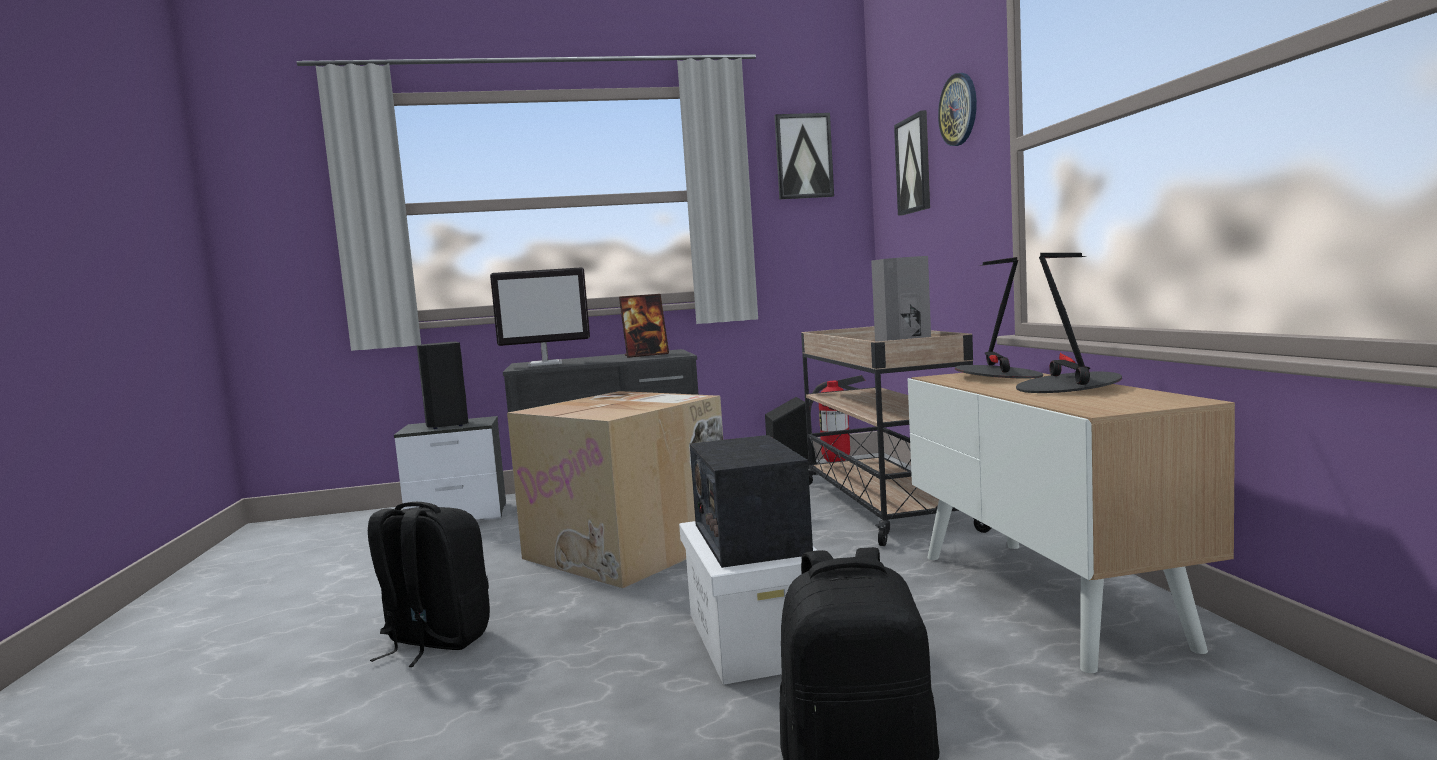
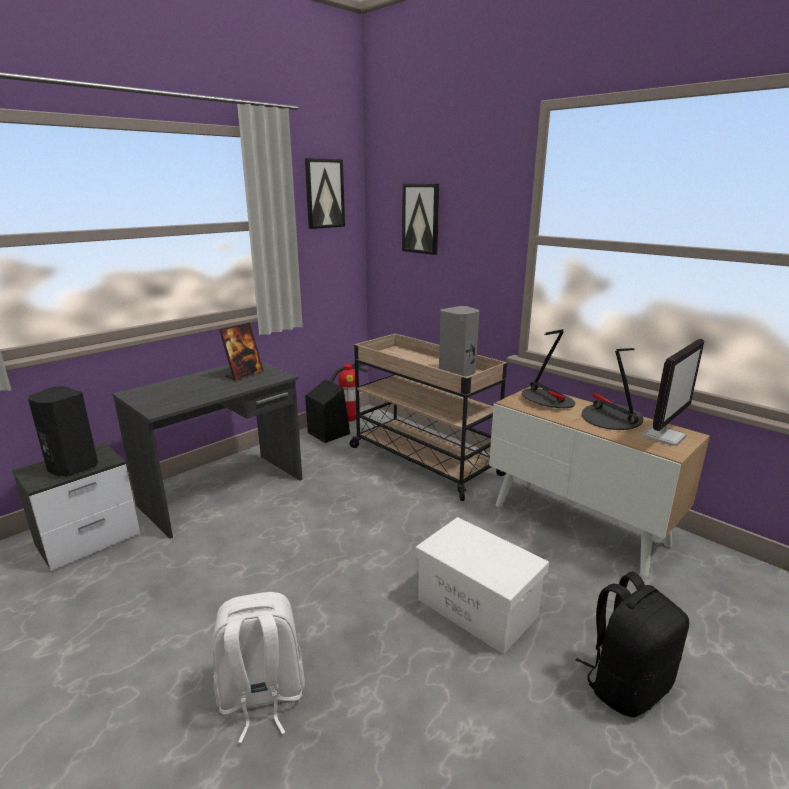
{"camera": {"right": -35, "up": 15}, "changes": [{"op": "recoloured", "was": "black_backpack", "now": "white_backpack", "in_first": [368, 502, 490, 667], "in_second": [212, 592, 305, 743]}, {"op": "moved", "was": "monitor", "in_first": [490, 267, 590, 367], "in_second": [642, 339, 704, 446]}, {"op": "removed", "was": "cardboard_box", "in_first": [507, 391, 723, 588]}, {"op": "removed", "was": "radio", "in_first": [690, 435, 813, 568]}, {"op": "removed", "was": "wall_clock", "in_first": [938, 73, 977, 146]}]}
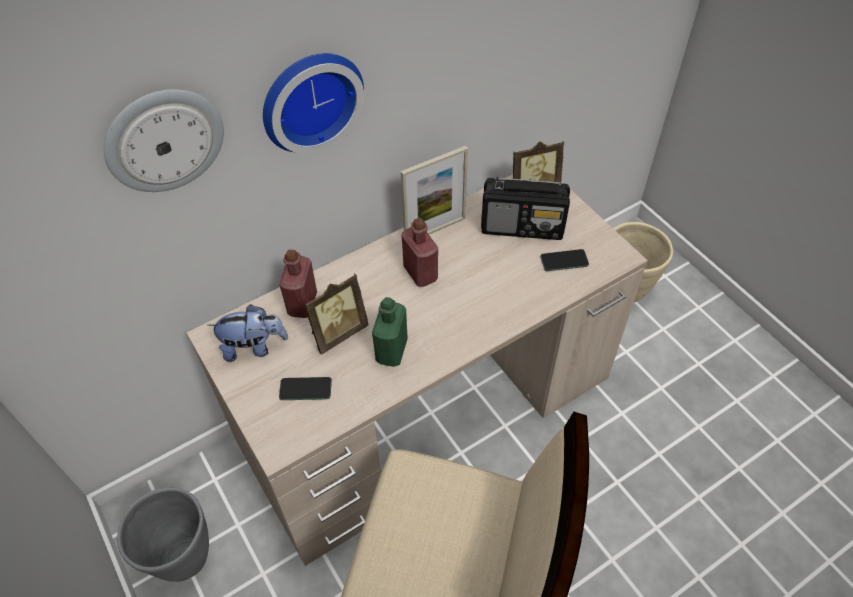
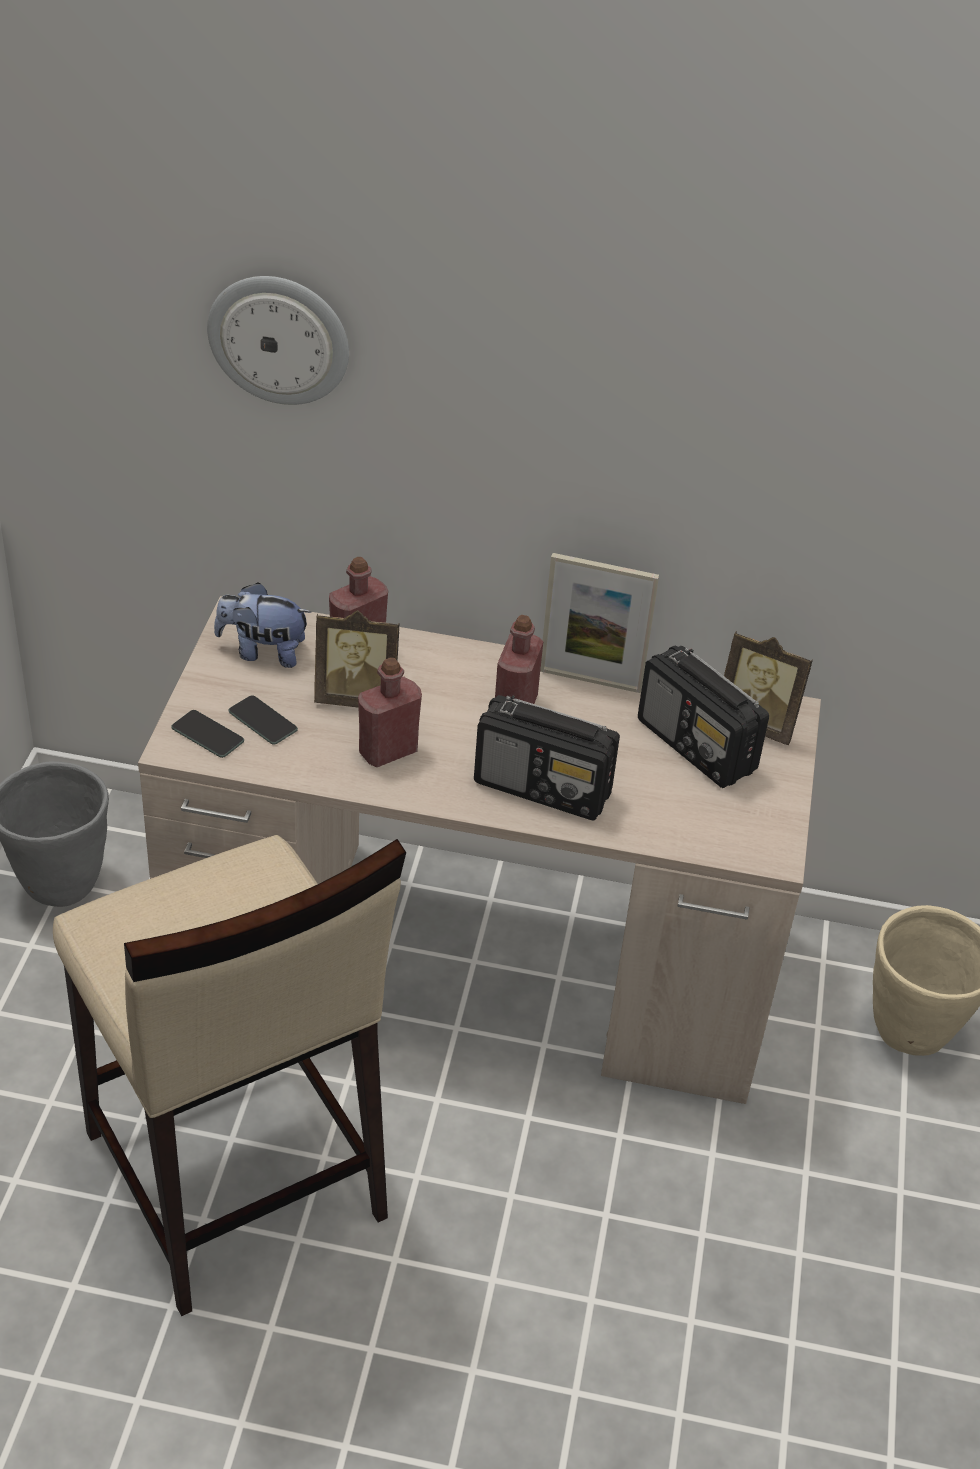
{"camera": {"right": 40, "up": -10}, "changes": [{"op": "moved", "was": "phone", "in_first": [540, 249, 589, 271], "in_second": [171, 710, 244, 758]}, {"op": "turned", "was": "plush_toy", "in_first": [208, 304, 288, 362], "in_second": [214, 582, 311, 668], "clockwise": 150}, {"op": "recoloured", "was": "green_bottle", "now": "red_bottle", "in_first": [372, 297, 408, 367], "in_second": [358, 658, 422, 767]}, {"op": "added", "now": "radio", "in_second": [474, 695, 620, 821]}, {"op": "removed", "was": "wall_clock", "in_first": [263, 53, 364, 154]}]}
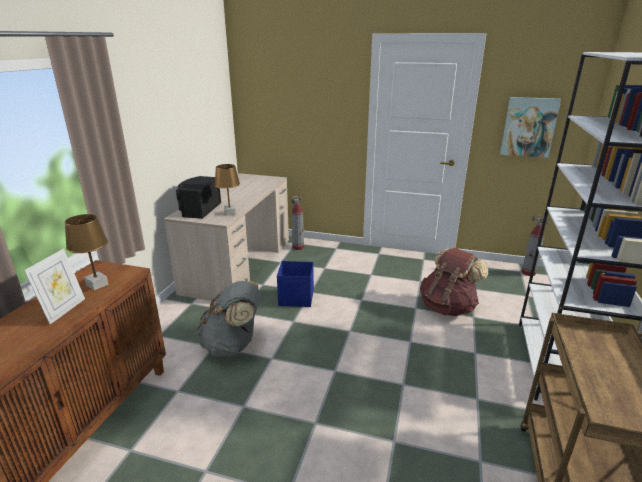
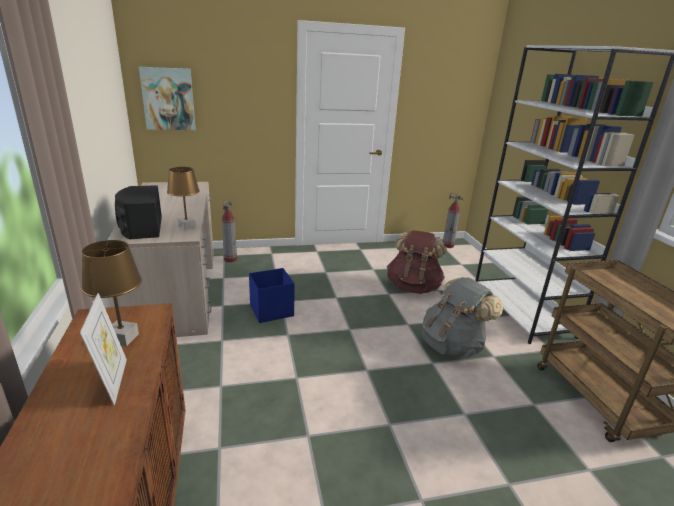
{"camera": {"right": -30, "up": 0}, "changes": [{"op": "moved", "was": "picture", "in_first": [500, 97, 561, 158], "in_second": [139, 67, 196, 130]}, {"op": "moved", "was": "grey_backpack", "in_first": [197, 281, 260, 356], "in_second": [422, 277, 503, 357]}]}
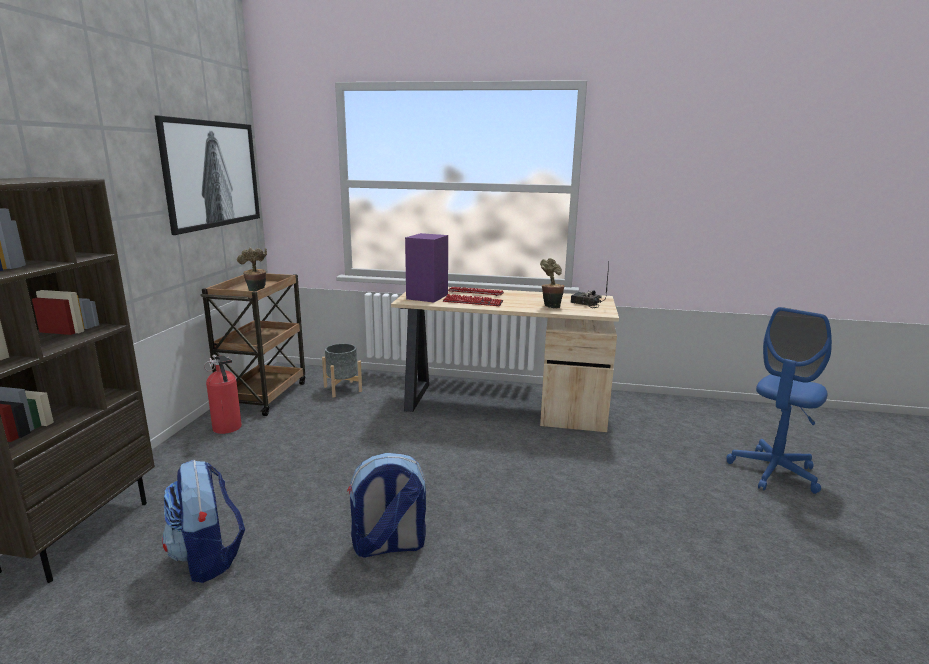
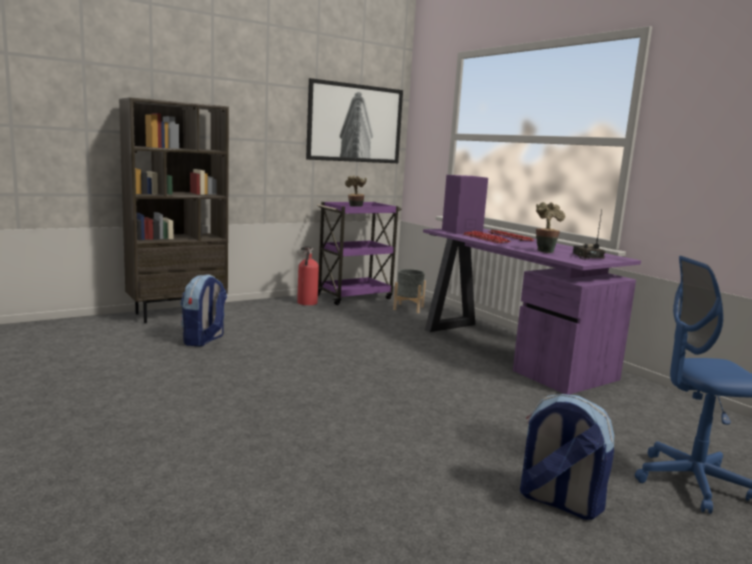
{"camera": {"right": 45, "up": -5}, "changes": [{"op": "recoloured", "was": "brown_cart", "now": "purple_cart", "in_first": [200, 273, 305, 416], "in_second": [317, 202, 401, 305]}, {"op": "recoloured", "was": "beige_desk", "now": "purple_desk", "in_first": [391, 287, 619, 432], "in_second": [423, 229, 641, 395]}, {"op": "moved", "was": "backpack", "in_first": [347, 453, 426, 558], "in_second": [520, 394, 614, 520]}]}
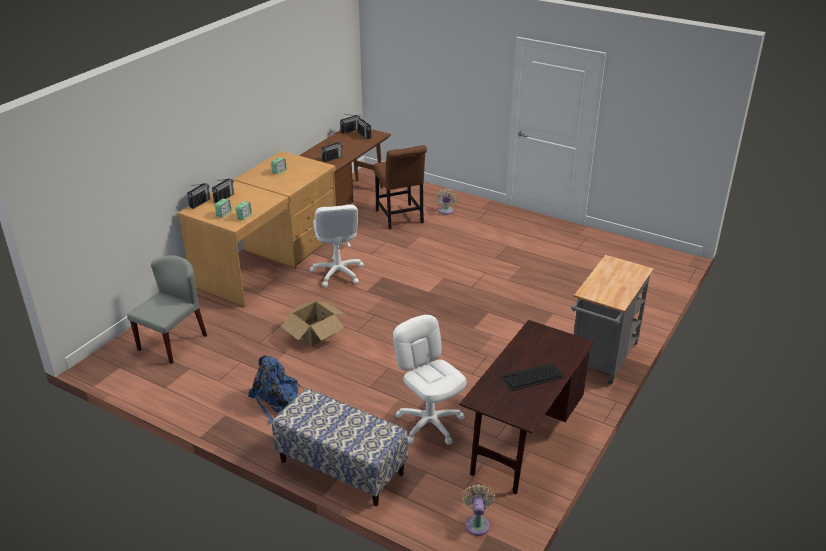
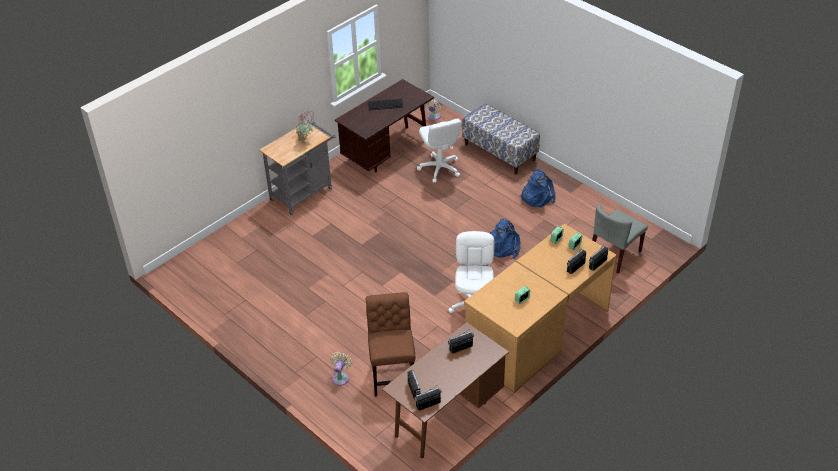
{"camera": {"right": -165, "up": 10}, "changes": [{"op": "added", "now": "potted_plant", "in_second": [296, 109, 315, 143]}, {"op": "replaced", "was": "cardboard_box", "now": "blue_backpack", "in_first": [281, 301, 346, 346], "in_second": [490, 218, 520, 258]}]}
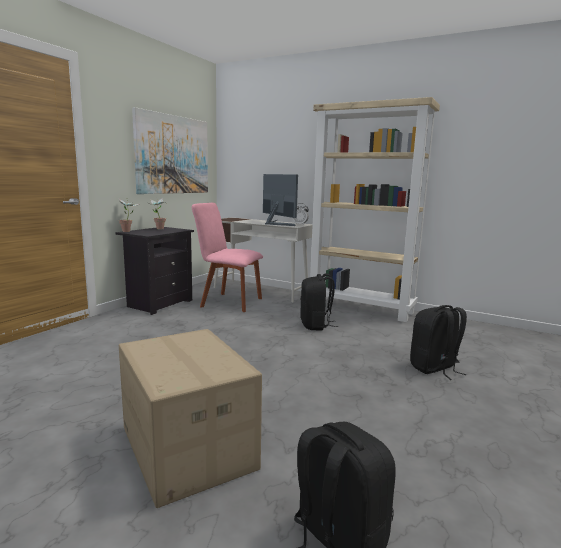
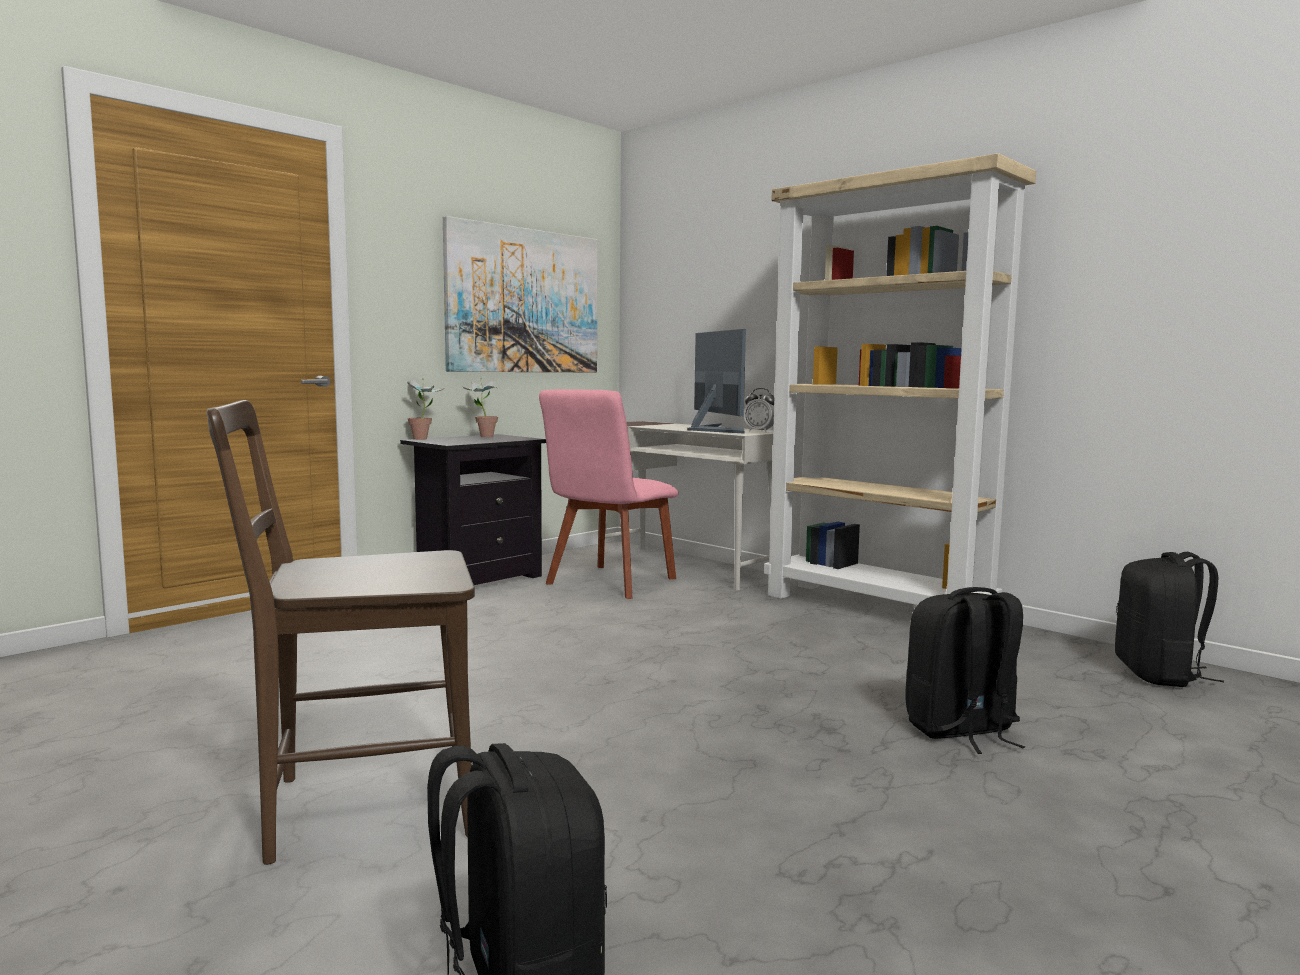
{"camera": {"right": 15, "up": -5}, "changes": [{"op": "replaced", "was": "cardboard_box", "now": "brown_chair", "in_first": [119, 329, 262, 508], "in_second": [206, 400, 475, 865]}, {"op": "turned", "was": "pink_chair", "in_first": [192, 203, 263, 312], "in_second": [539, 389, 679, 599], "clockwise": -90}, {"op": "moved", "was": "black_backpack", "in_first": [300, 273, 338, 331], "in_second": [1115, 552, 1224, 687]}]}
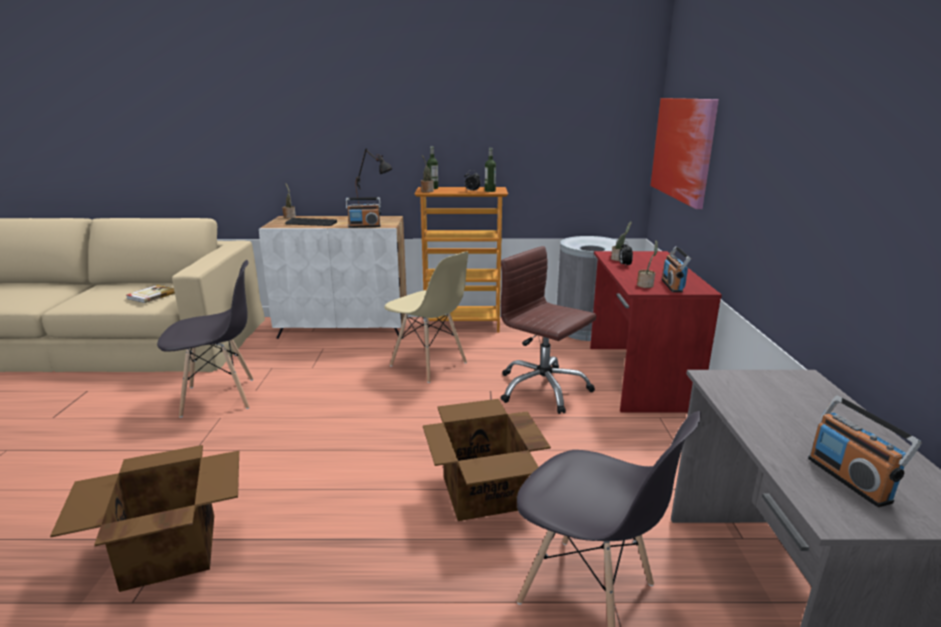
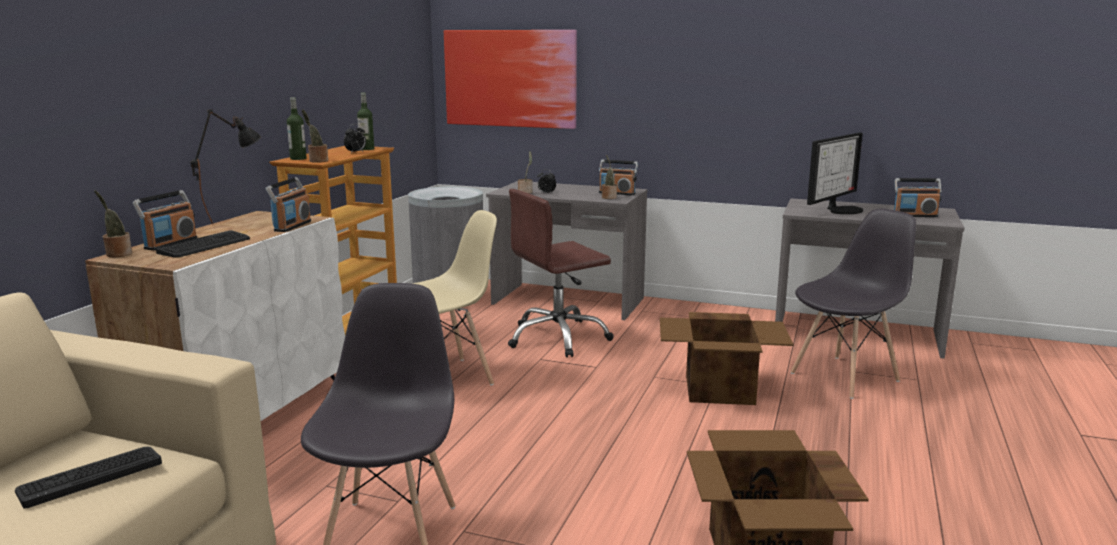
{"camera": {"right": -70, "up": -5}, "changes": [{"op": "replaced", "was": "book", "now": "keyboard", "in_first": [126, 285, 175, 303], "in_second": [15, 447, 162, 509]}, {"op": "added", "now": "radio", "in_second": [132, 190, 197, 251]}, {"op": "recoloured", "was": "red_desk", "now": "grey_desk", "in_first": [590, 251, 722, 413], "in_second": [486, 181, 648, 320]}, {"op": "added", "now": "monitor", "in_second": [807, 133, 863, 214]}]}
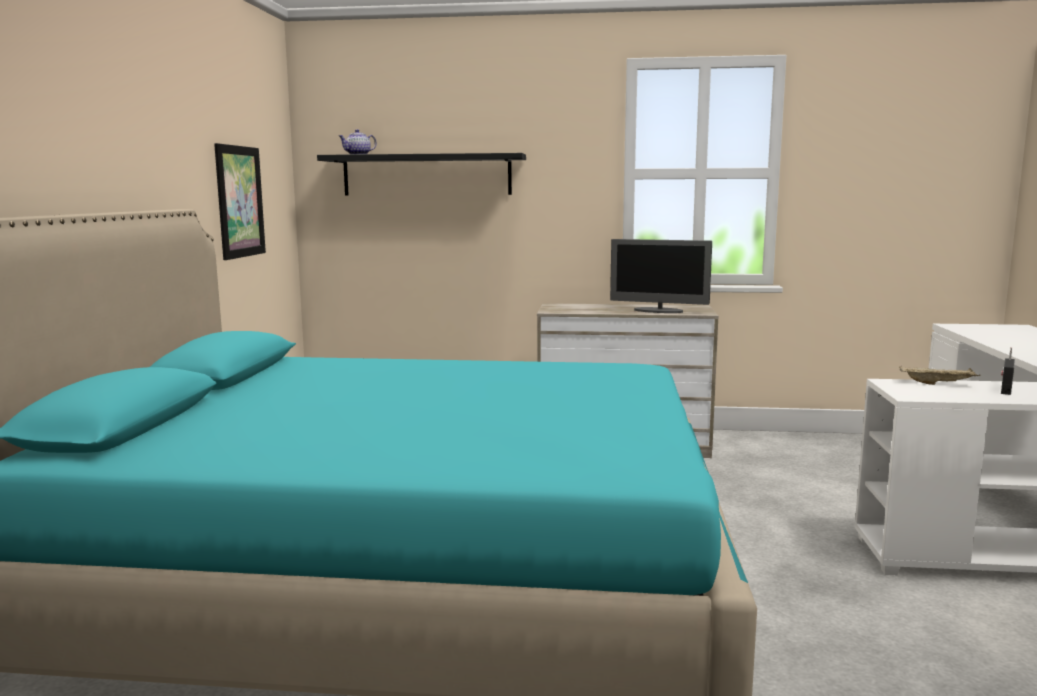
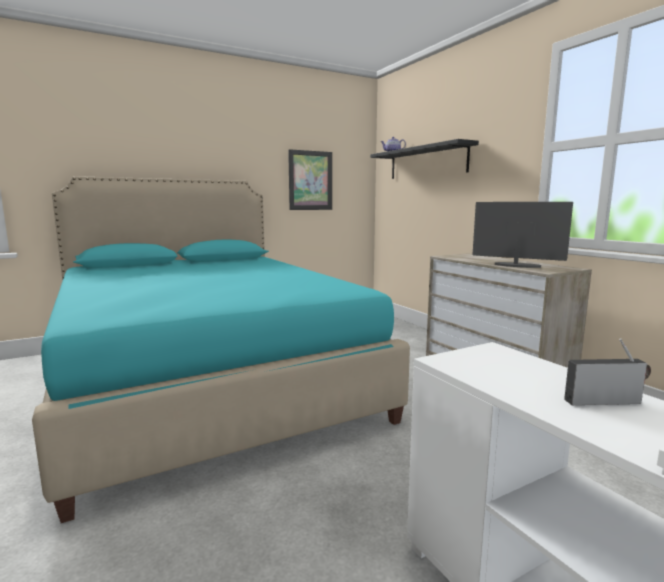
{"camera": {"right": 55, "up": 0}, "changes": [{"op": "turned", "was": "monitor", "in_first": [610, 239, 712, 313], "in_second": [473, 202, 573, 268], "clockwise": 135}, {"op": "removed", "was": "beige_tray", "in_first": [899, 366, 980, 385]}]}
